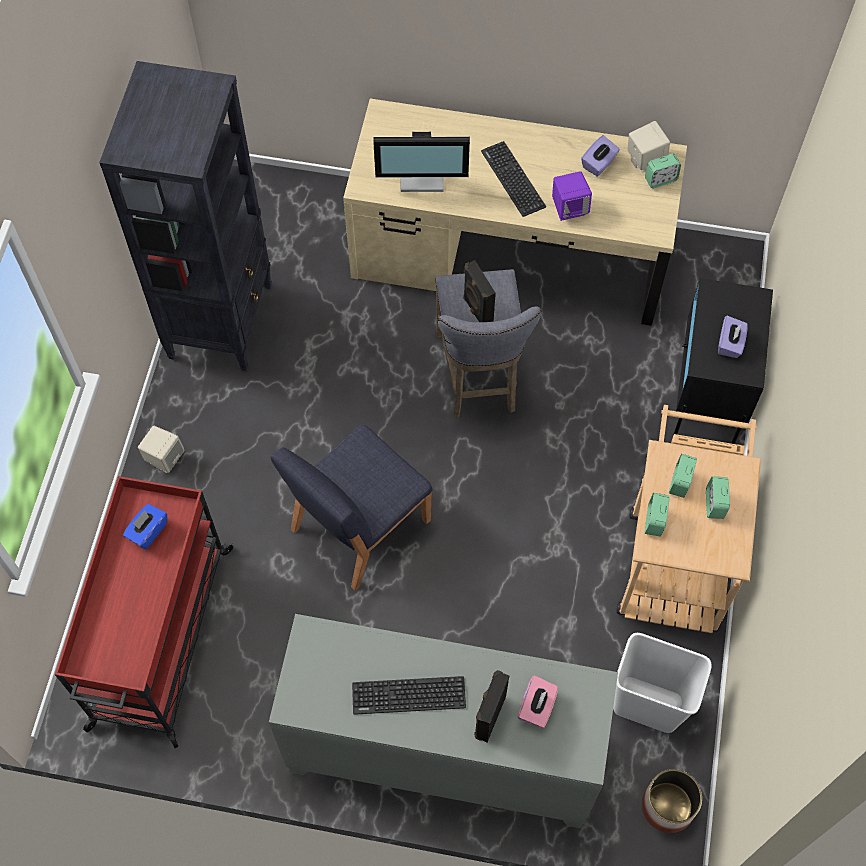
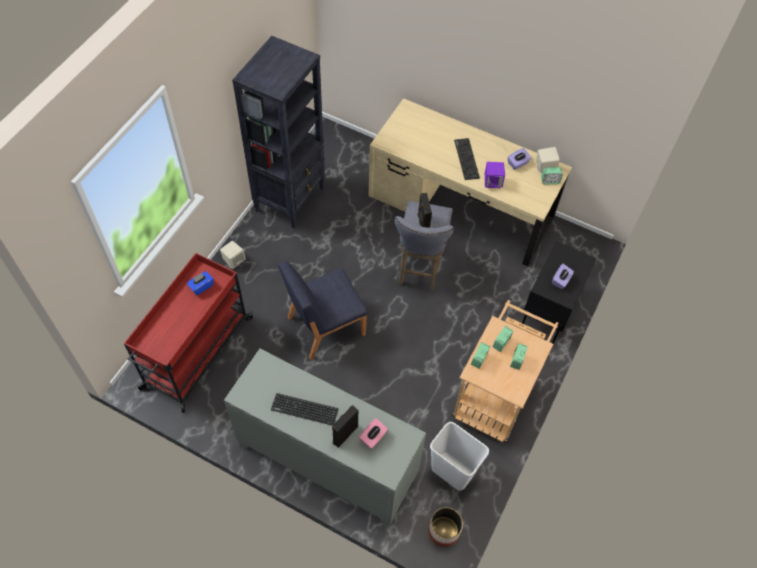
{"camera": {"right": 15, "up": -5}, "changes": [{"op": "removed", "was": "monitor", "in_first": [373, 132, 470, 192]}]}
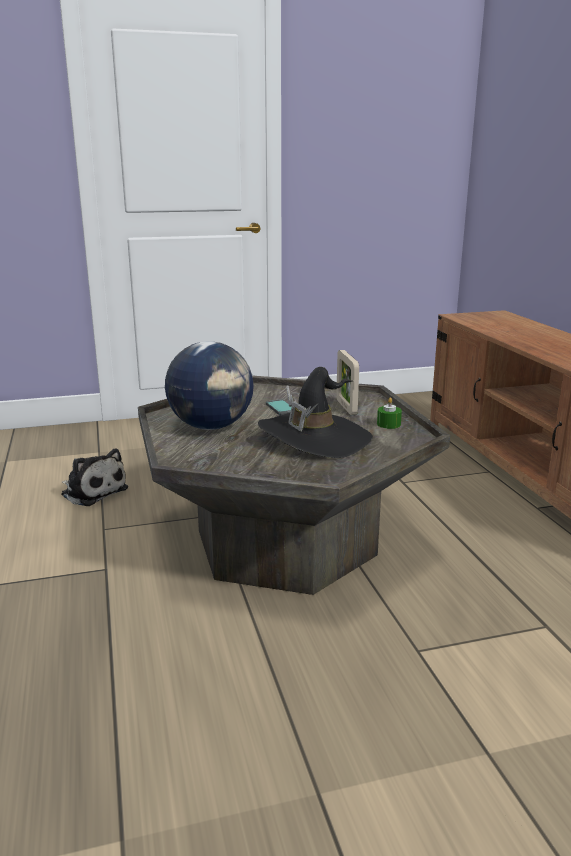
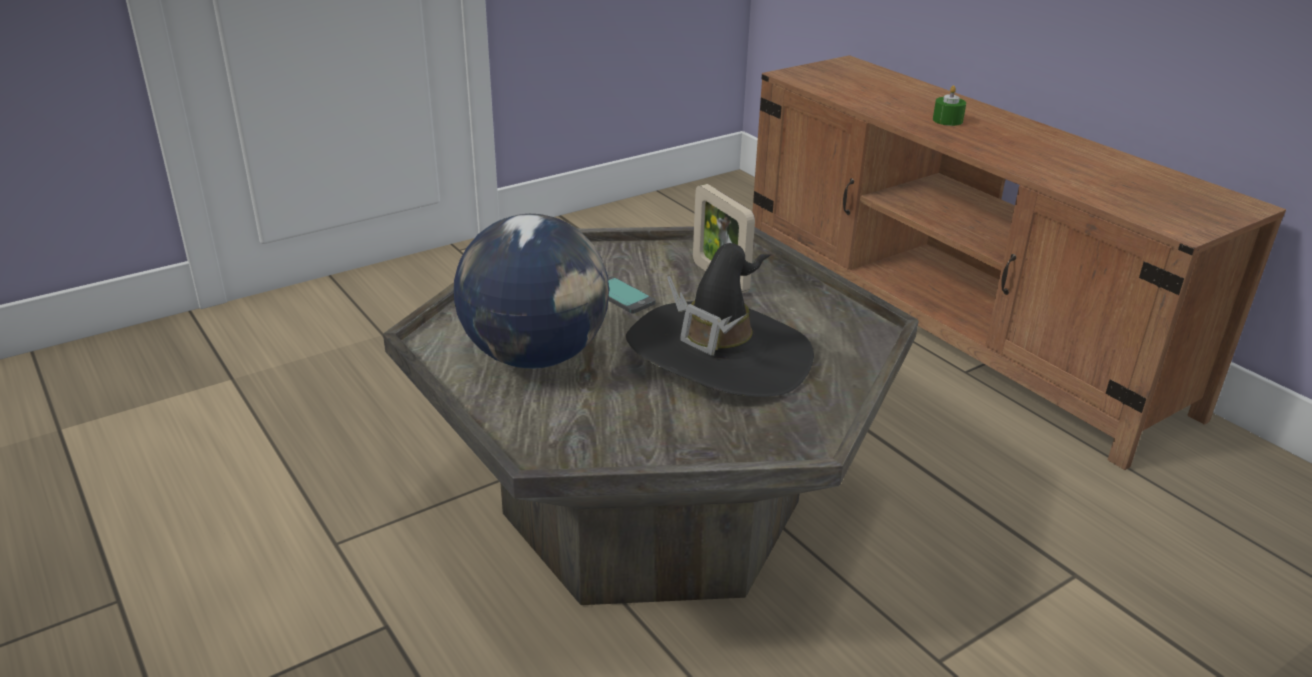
{"camera": {"right": -20, "up": 10}, "changes": [{"op": "moved", "was": "green_candle", "in_first": [377, 397, 402, 429], "in_second": [933, 85, 966, 126]}, {"op": "removed", "was": "plush_toy", "in_first": [61, 448, 128, 506]}]}
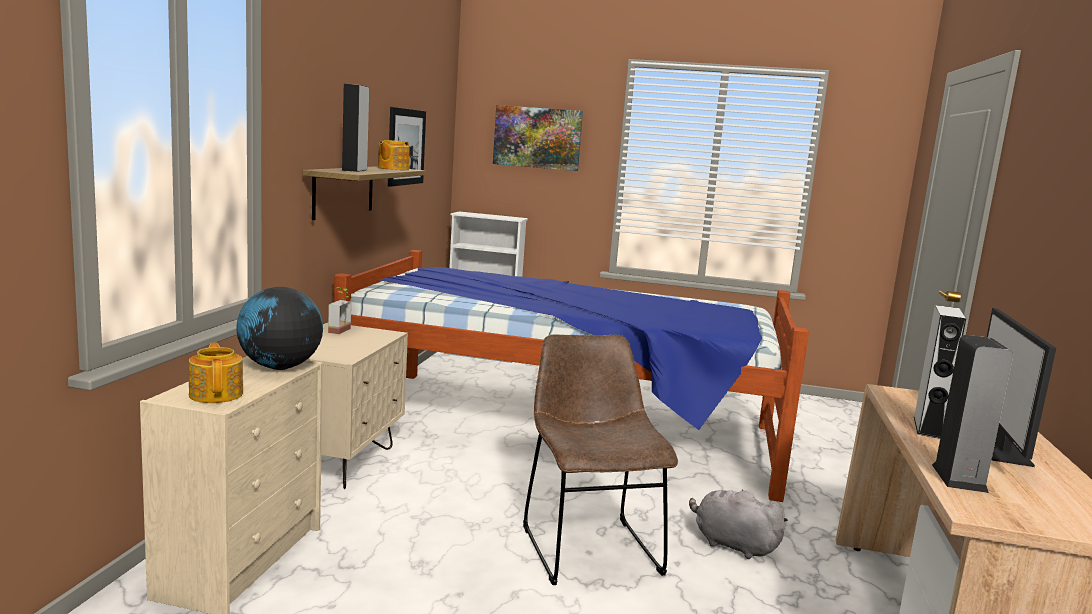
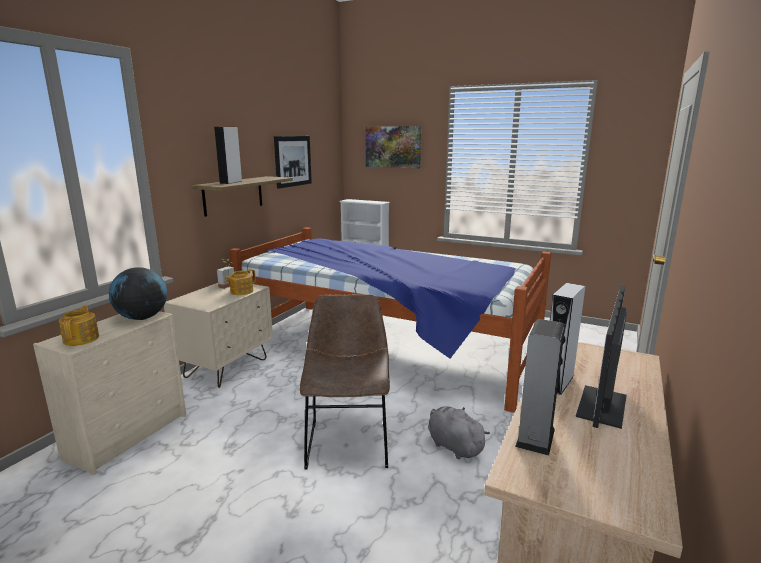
{"camera": {"right": 15, "up": 5}, "changes": [{"op": "moved", "was": "teapot", "in_first": [378, 140, 409, 170], "in_second": [225, 269, 256, 295]}]}
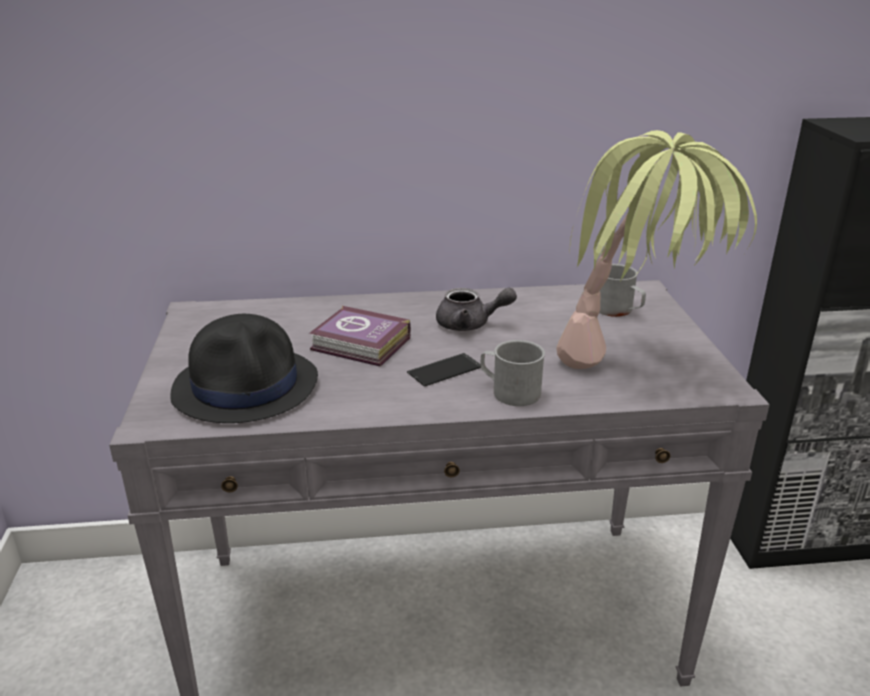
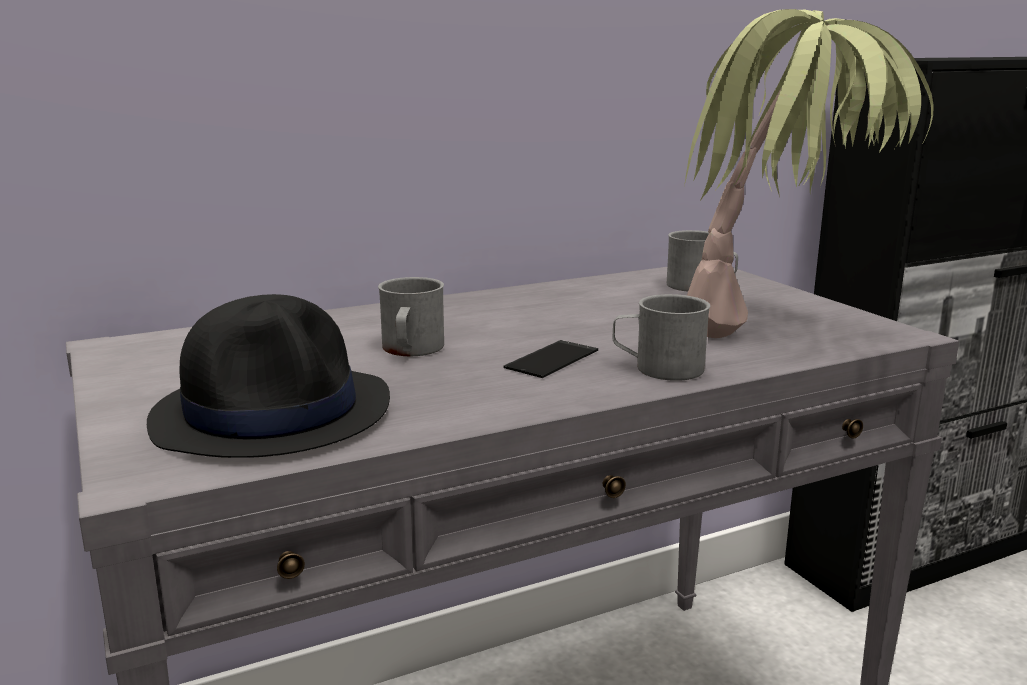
{"camera": {"right": -20, "up": -10}, "changes": [{"op": "replaced", "was": "book", "now": "grey_mug", "in_first": [309, 306, 411, 367], "in_second": [378, 277, 444, 356]}, {"op": "removed", "was": "grey_teapot", "in_first": [436, 288, 517, 331]}]}
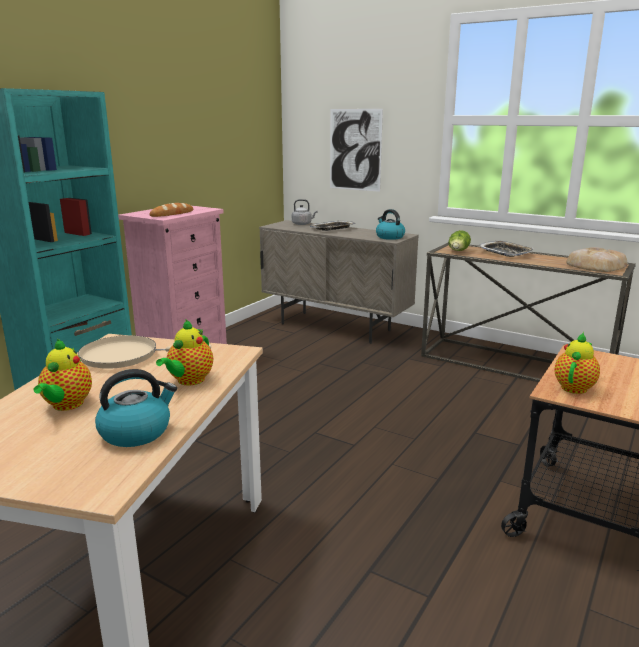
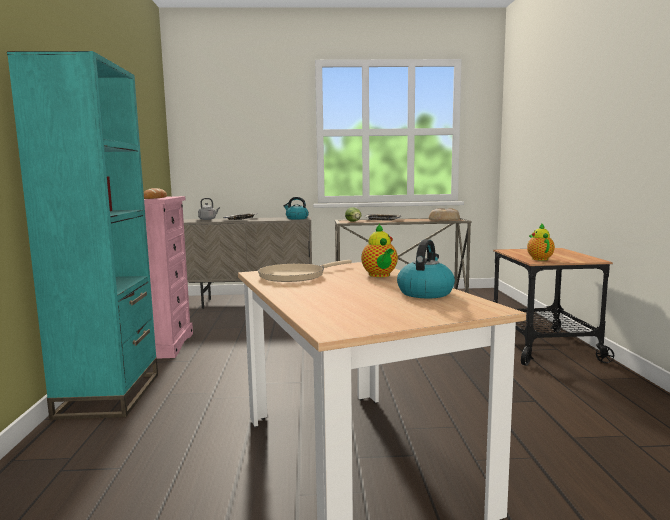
{"camera": {"right": -35, "up": -10}, "changes": [{"op": "removed", "was": "teapot", "in_first": [33, 339, 92, 411]}, {"op": "removed", "was": "picture", "in_first": [330, 109, 383, 192]}]}
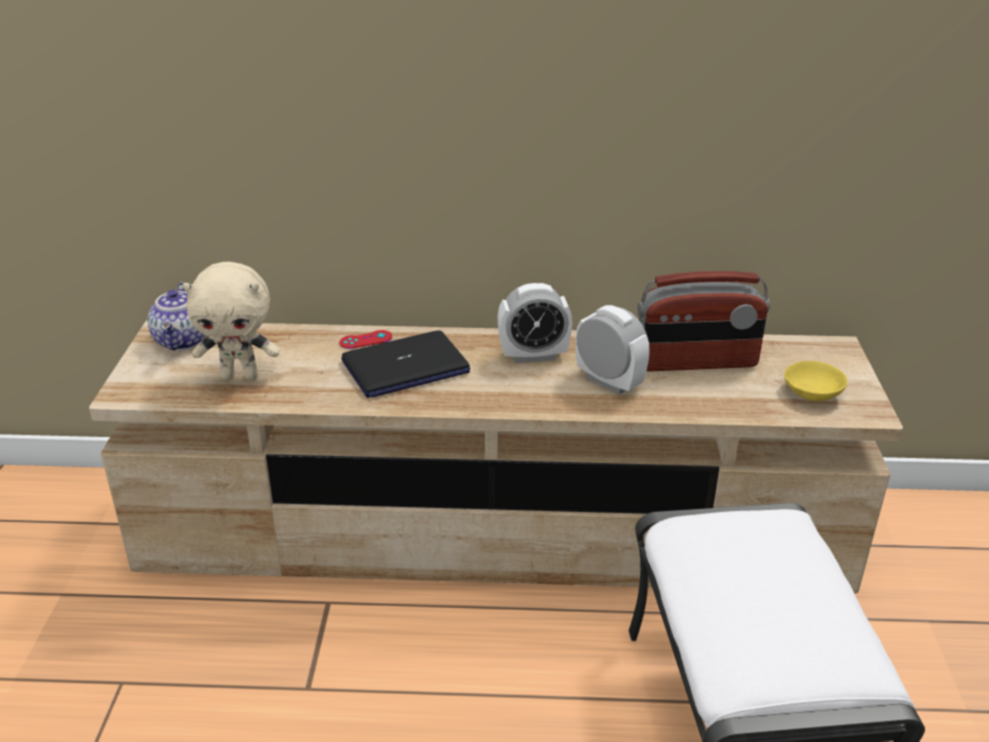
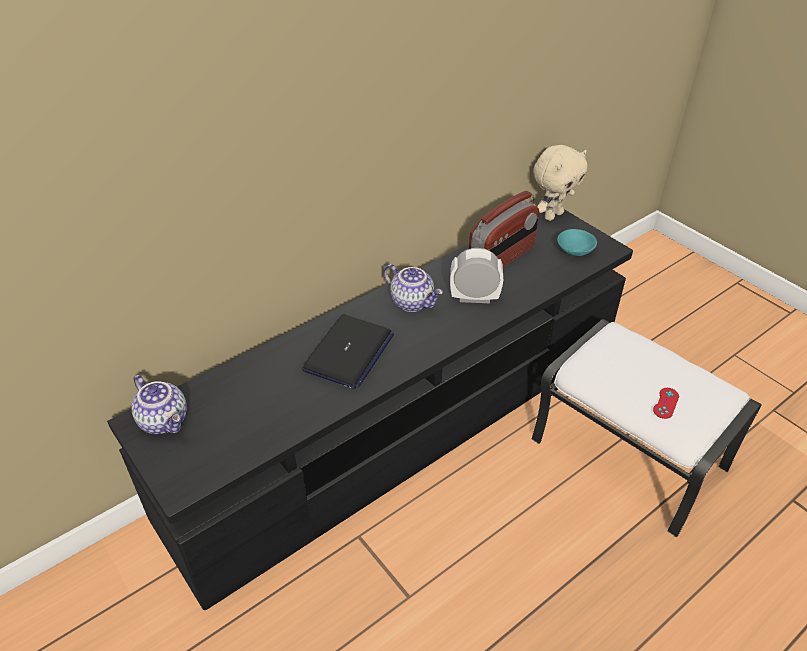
{"camera": {"right": -40, "up": 10}, "changes": [{"op": "recoloured", "was": "beige_tv_stand", "now": "black_tv_stand", "in_first": [89, 321, 903, 593], "in_second": [107, 209, 633, 610]}, {"op": "replaced", "was": "alarm_clock", "now": "teapot", "in_first": [498, 283, 572, 363], "in_second": [383, 264, 443, 312]}, {"op": "moved", "was": "beige_plush_toy", "in_first": [183, 262, 280, 380], "in_second": [533, 145, 588, 221]}, {"op": "recoloured", "was": "yellow_bowl", "now": "turquoise_bowl", "in_first": [784, 361, 848, 401], "in_second": [557, 229, 597, 256]}, {"op": "moved", "was": "red_game_controller", "in_first": [339, 330, 392, 349], "in_second": [653, 388, 679, 419]}]}
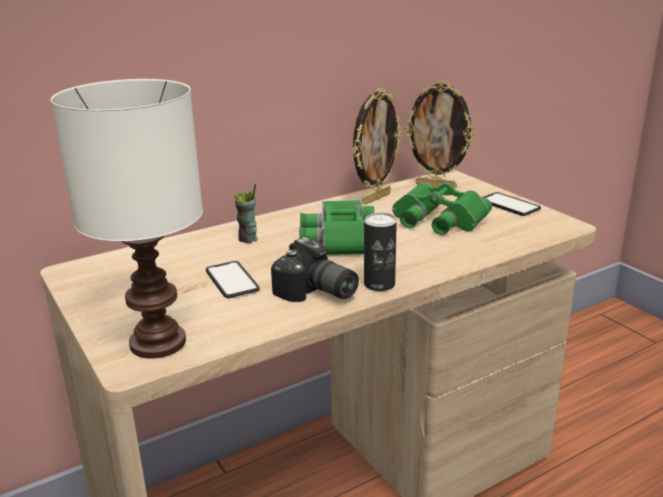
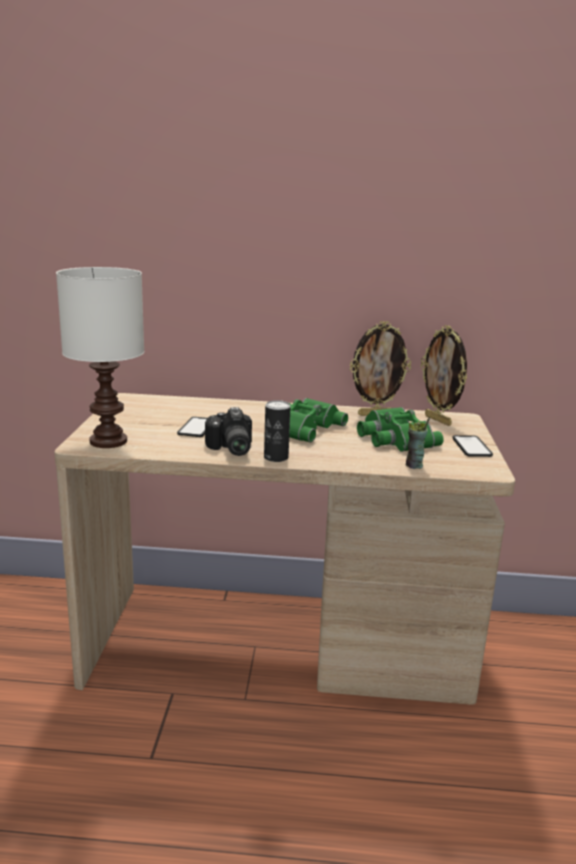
{"camera": {"right": 35, "up": -5}, "changes": [{"op": "moved", "was": "cup", "in_first": [234, 184, 258, 243], "in_second": [406, 417, 430, 469]}]}
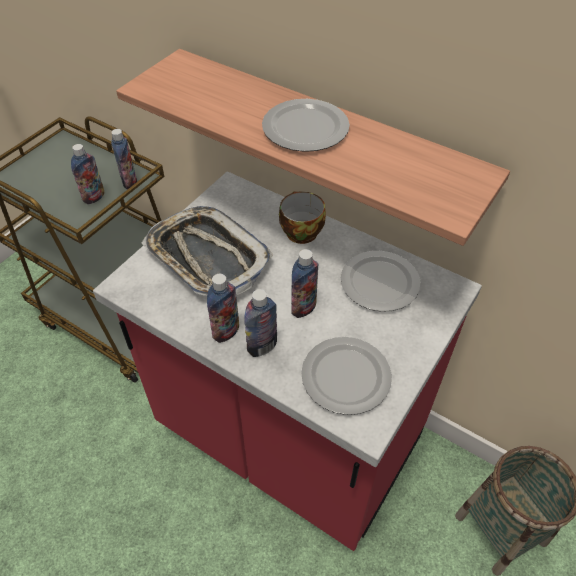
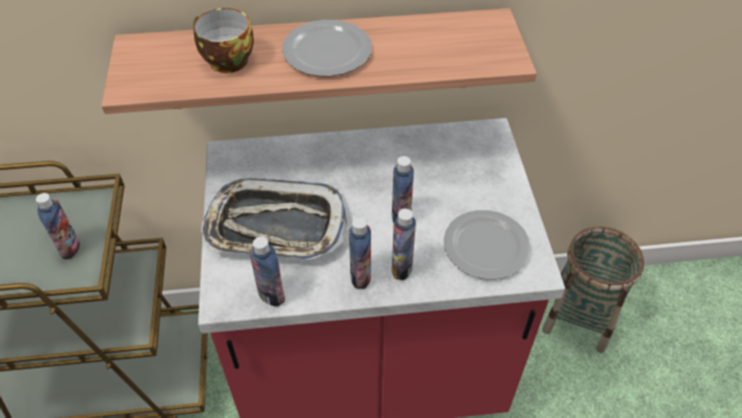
{"camera": {"right": -40, "up": 0}, "changes": [{"op": "moved", "was": "cup", "in_first": [279, 191, 326, 244], "in_second": [193, 8, 254, 73]}, {"op": "moved", "was": "bottle", "in_first": [111, 129, 137, 189], "in_second": [249, 237, 285, 307]}, {"op": "removed", "was": "plate", "in_first": [341, 251, 421, 312]}]}
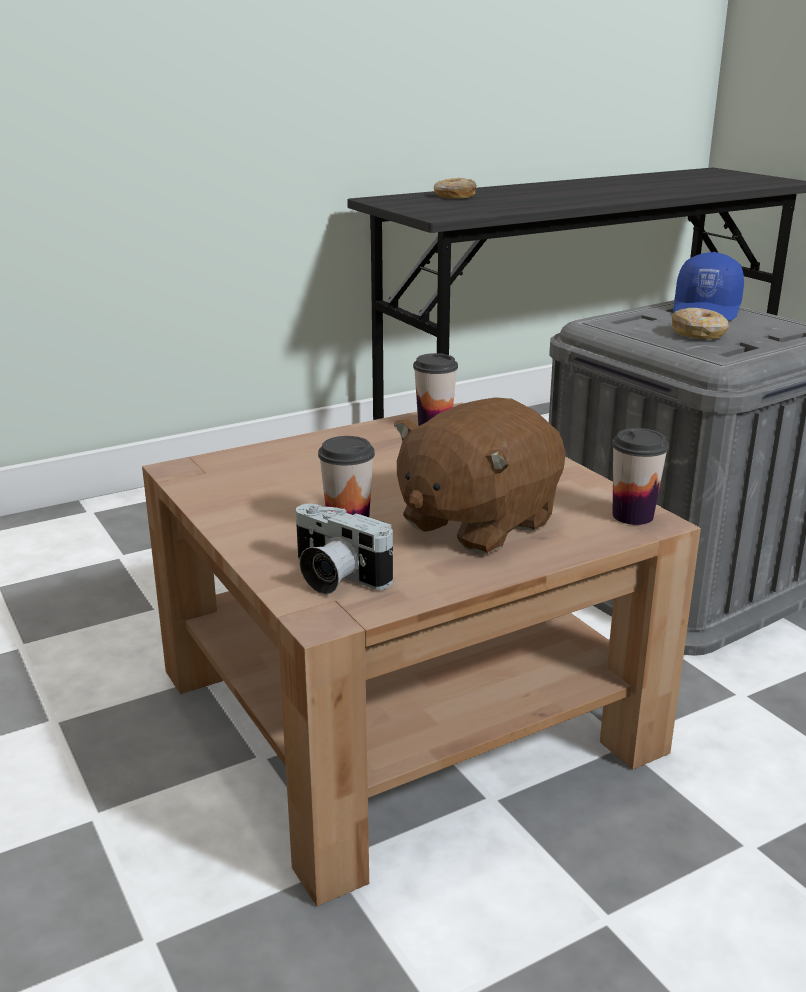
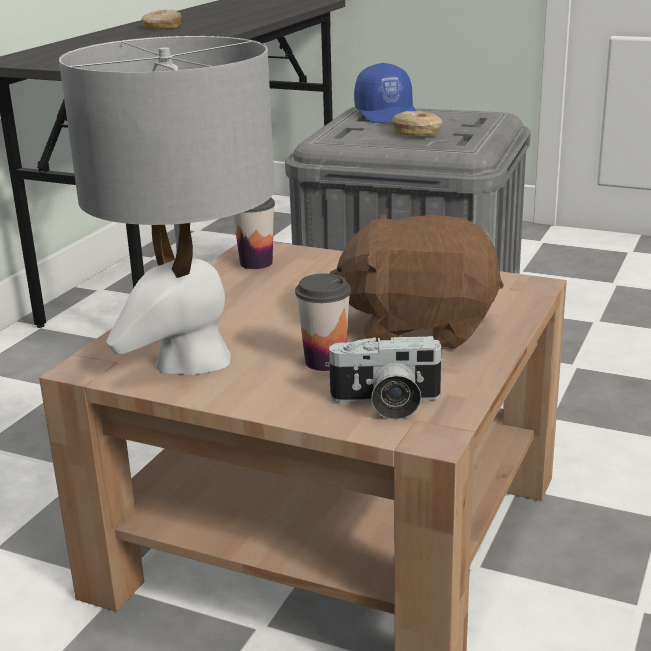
{"camera": {"right": -35, "up": 0}, "changes": [{"op": "added", "now": "grey_table_lamp", "in_second": [59, 36, 275, 375]}, {"op": "moved", "was": "donut", "in_first": [434, 178, 477, 199], "in_second": [141, 10, 181, 29]}, {"op": "turned", "was": "brown_plush_toy", "in_first": [394, 398, 566, 554], "in_second": [329, 214, 503, 348], "clockwise": 90}, {"op": "removed", "was": "cup", "in_first": [612, 428, 669, 525]}]}
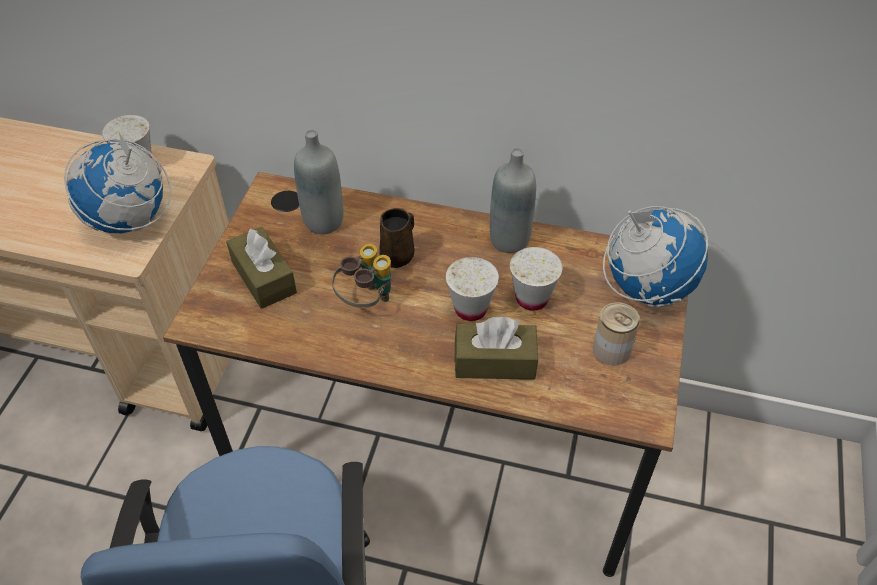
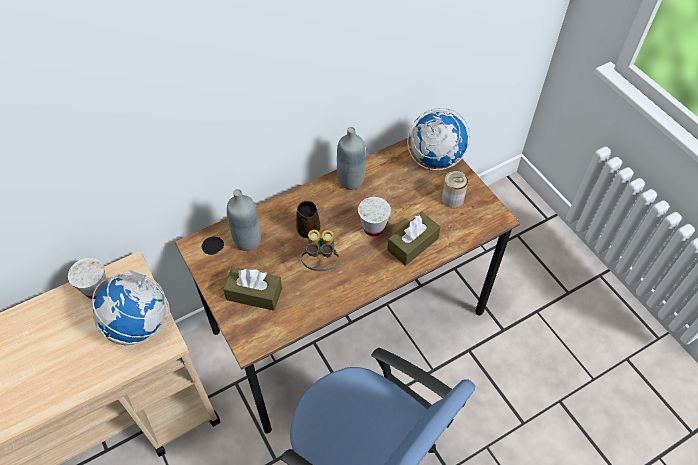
{"camera": {"right": -45, "up": 5}, "changes": [{"op": "removed", "was": "white_cup", "in_first": [510, 247, 563, 311]}]}
